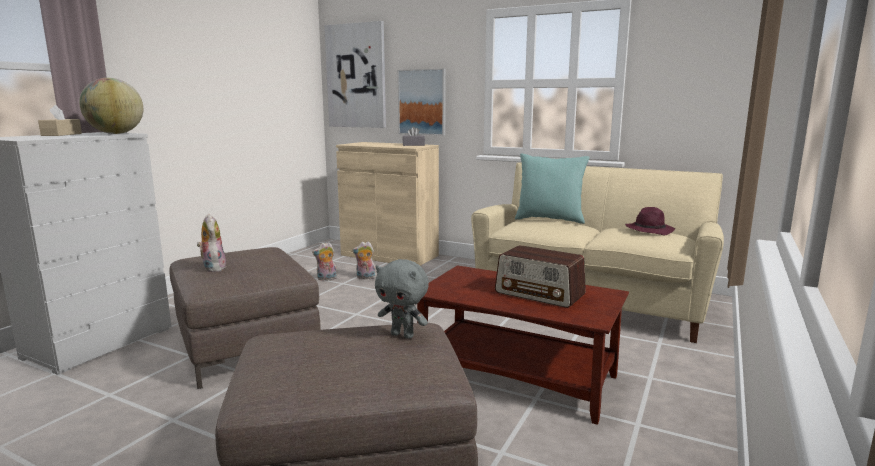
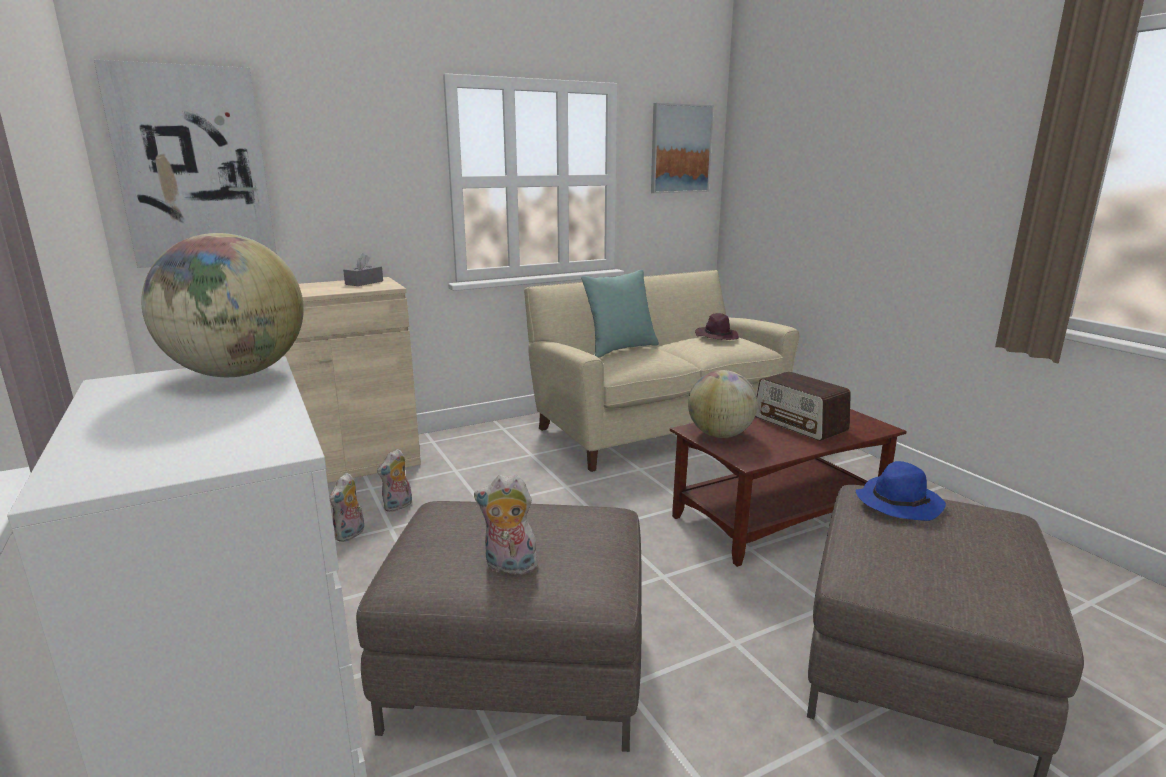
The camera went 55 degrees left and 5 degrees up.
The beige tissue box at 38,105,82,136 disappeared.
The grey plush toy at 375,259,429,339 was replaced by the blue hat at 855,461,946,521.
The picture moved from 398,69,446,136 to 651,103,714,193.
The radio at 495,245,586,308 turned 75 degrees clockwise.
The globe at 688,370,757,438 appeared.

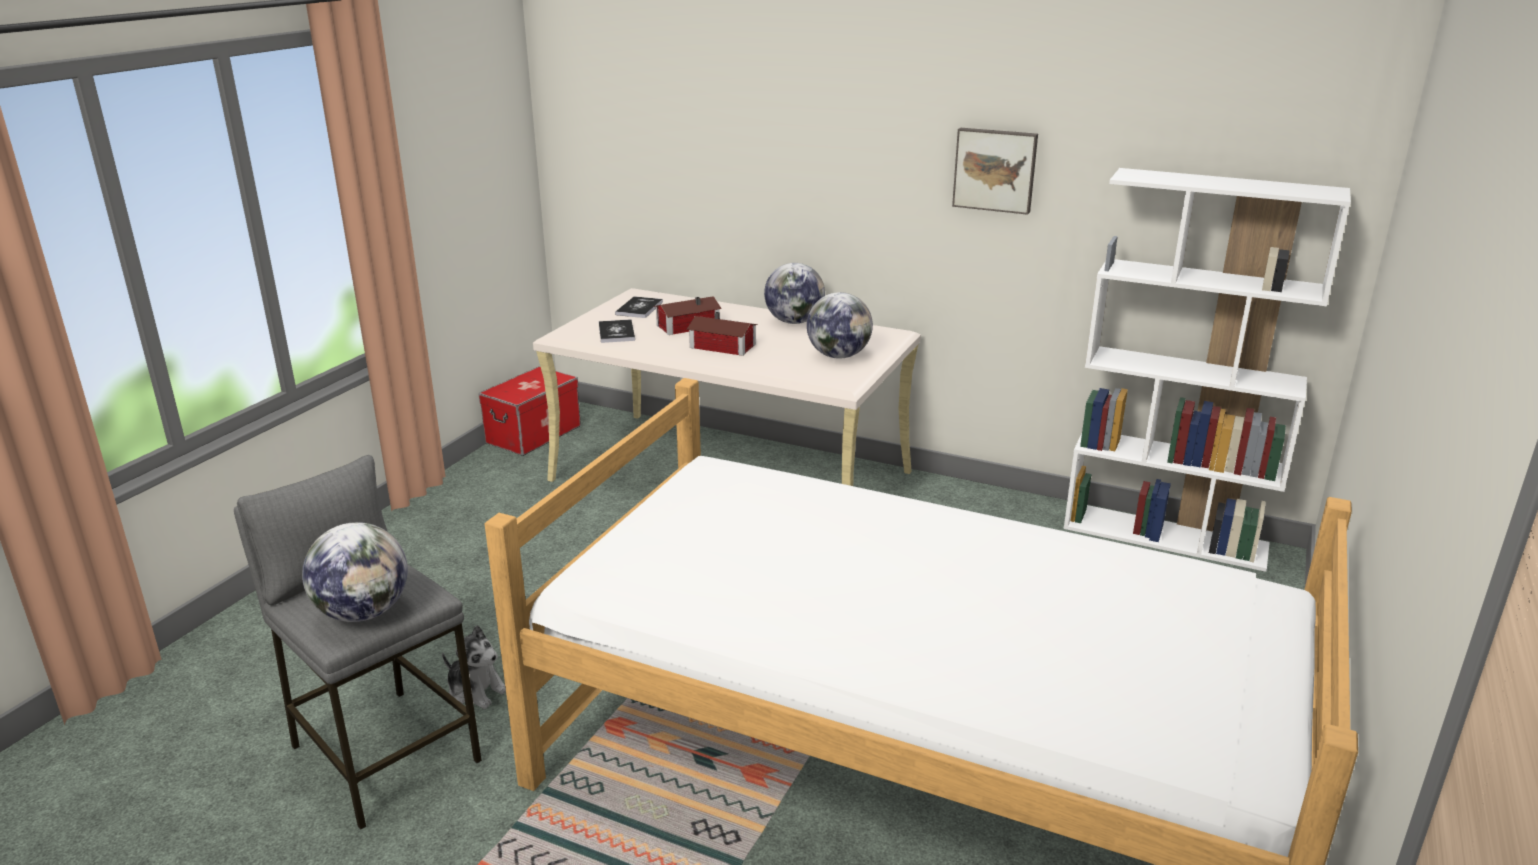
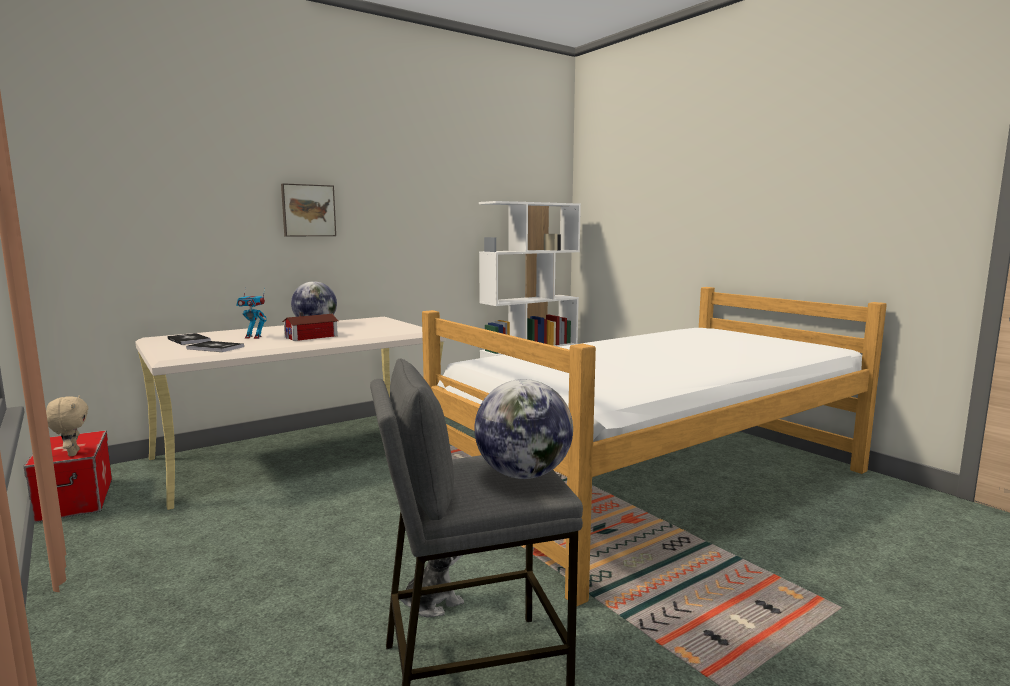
The camera went 60 degrees left and 15 degrees down.
The toy house at 654,296,722,335 was replaced by the toy robot at 236,287,267,339.
The globe at 807,292,873,359 disappeared.
The picture moved from 952,128,1038,215 to 281,183,336,237.
The beige plush toy at 46,396,89,456 appeared.

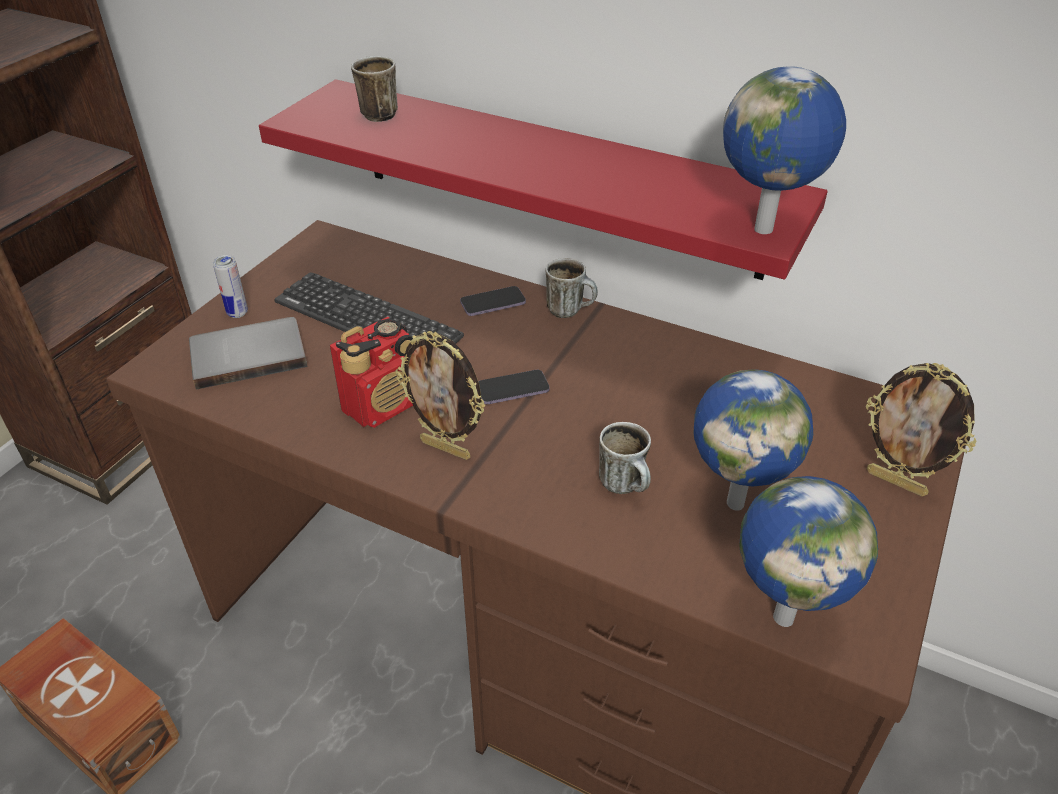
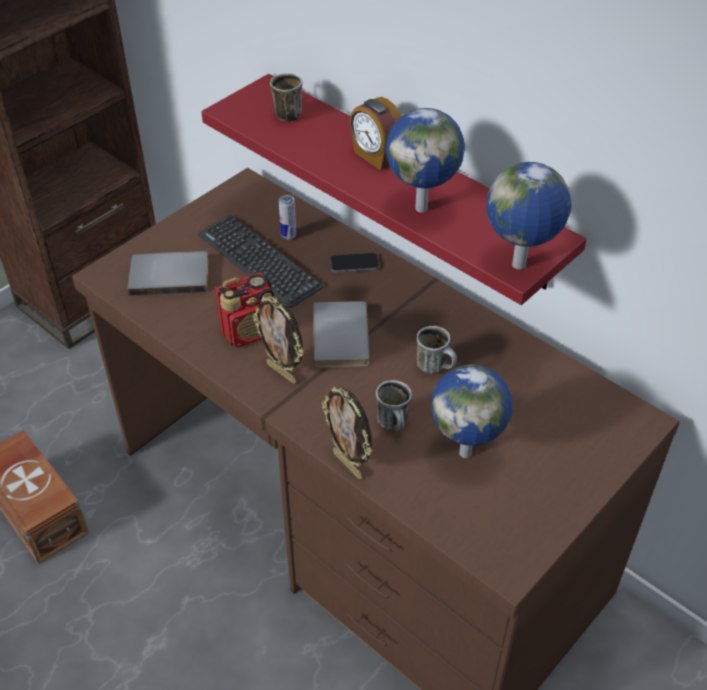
The camera went 15 degrees right and 5 degrees up.
The can moved from 213,255,248,318 to 279,195,296,240.
The phone at 478,370,549,404 was replaced by the grey book at 313,301,369,368.
The mug moved from 546,258,598,318 to 416,326,457,374.
The globe moved from 739,476,878,627 to 386,108,465,213.
The picture frame moved from 866,363,976,496 to 322,387,372,479.
The alarm clock at 350,97,401,170 appeared.

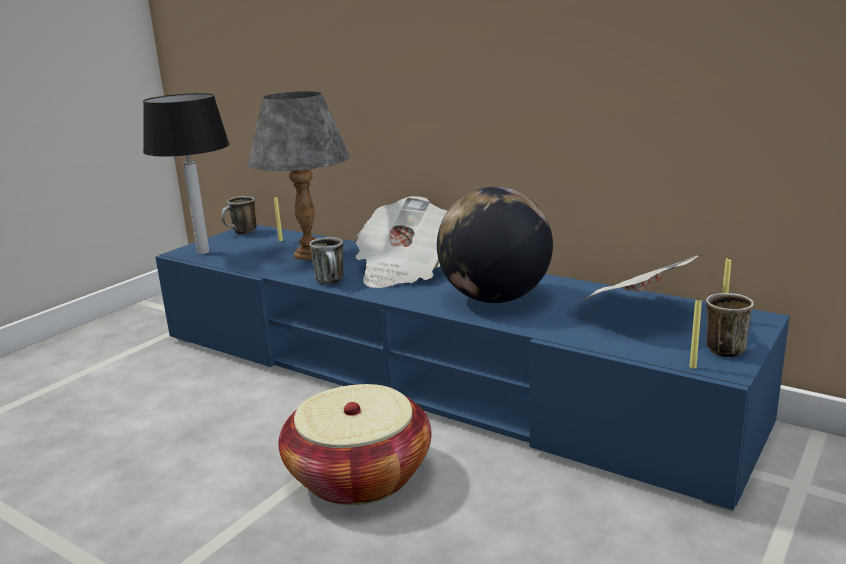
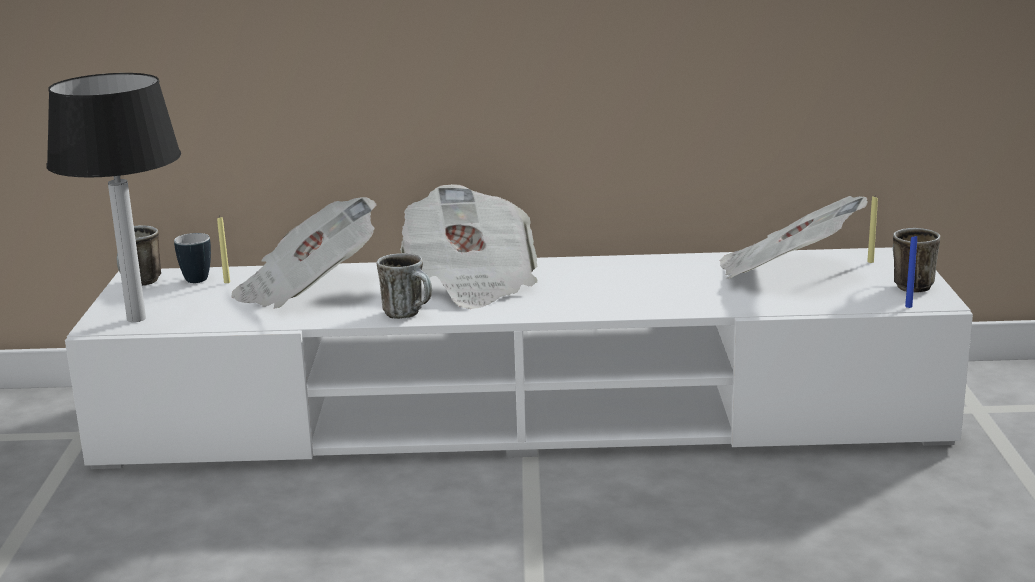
The camera went 35 degrees left and 0 degrees up.
The blue tv stand at 155,225,790,512 became the white tv stand at 65,247,973,469.
The grey table lamp at 248,91,350,260 was replaced by the newspaper at 232,197,377,309.
The basket at 278,384,431,505 disappeared.
The globe at 437,187,553,303 disappeared.
The yellow candle at 689,298,702,369 became the blue candle at 905,234,917,308.
The mug at 174,233,211,283 appeared.

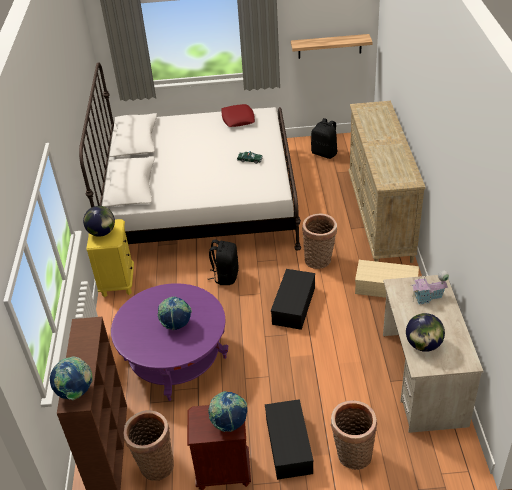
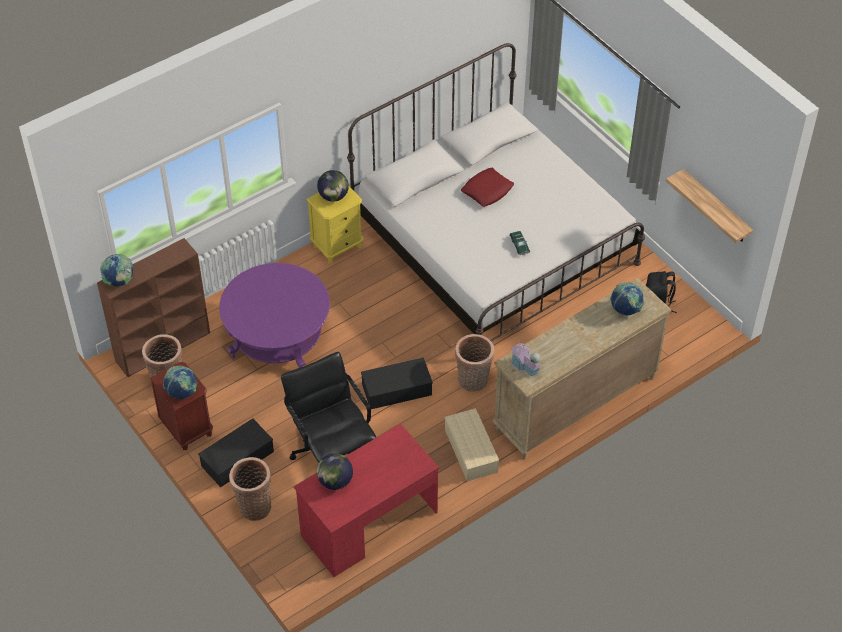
The camera went 55 degrees right and 10 degrees up.
The globe moved from 158,297,192,330 to 610,282,644,315.
The black backpack at 207,239,239,285 disappeared.
The red pillow moved from 221,104,255,127 to 461,167,514,207.
The beige desk at 383,275,484,433 became the red desk at 294,423,439,577.
The toy house moved from 411,270,449,305 to 511,342,542,377.
The black office chair at 281,352,376,463 appeared.

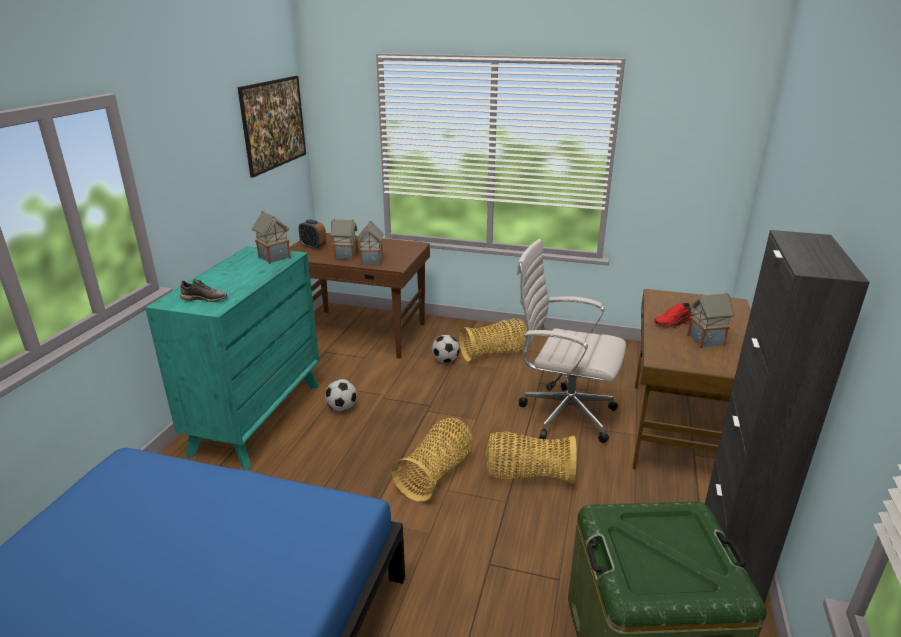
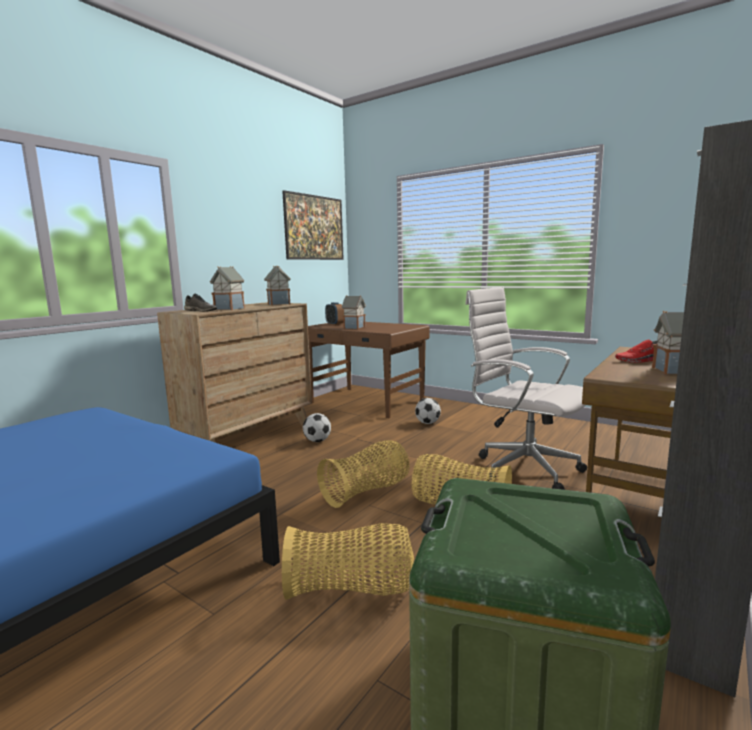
The camera went 20 degrees right and 15 degrees down.
The turquoise dresser at 145,246,319,470 became the brown dresser at 157,302,312,443.
The toy house moved from 357,221,383,266 to 210,266,245,310.
The basket moved from 459,318,527,361 to 282,523,414,600.

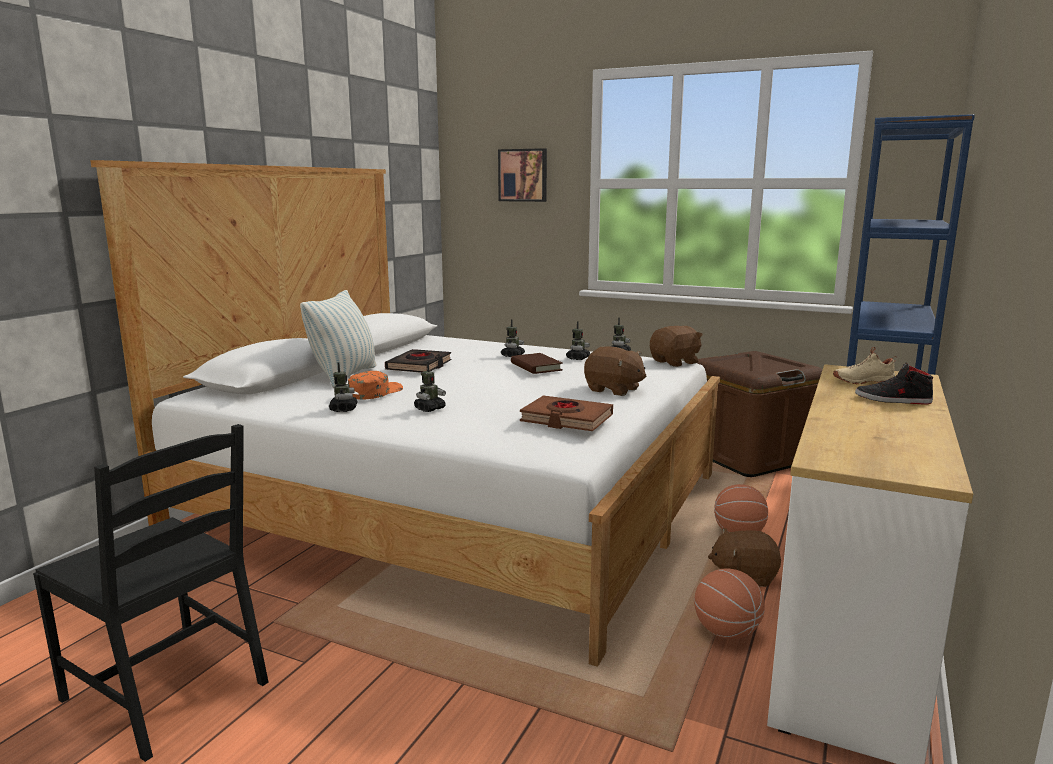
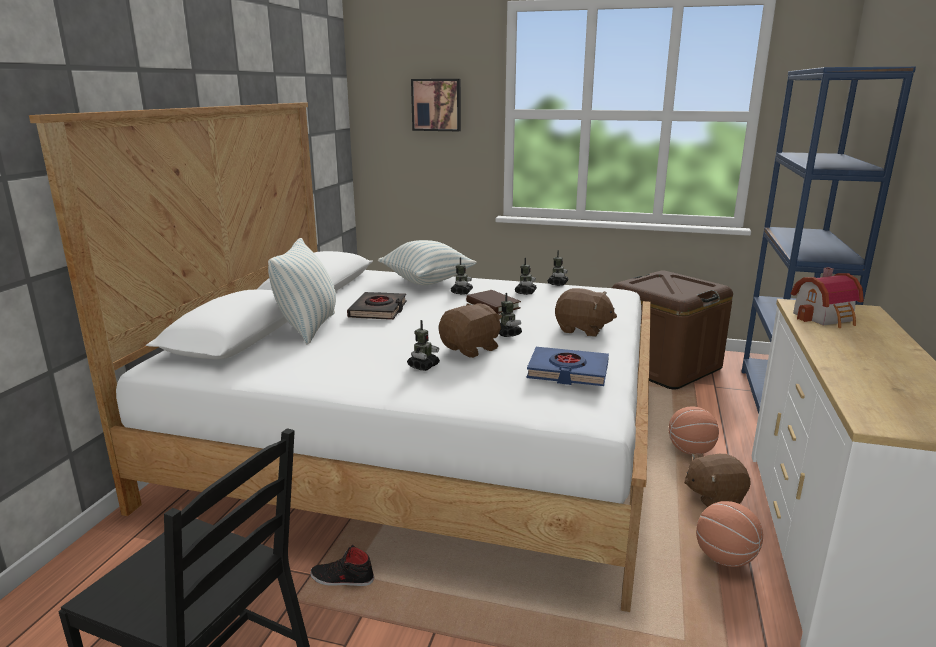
The camera went 10 degrees left and 5 degrees up.
The toy robot moved from 329,362,358,412 to 499,293,522,337.
The orange cap at 348,371,403,399 disappeared.
The brown book at 520,395,613,431 became the blue book at 527,347,609,386.
The brown plush toy moved from 650,326,703,367 to 439,303,502,358.
The beige shoe at 833,347,896,384 was replaced by the toy house at 791,267,864,328.
The black shoe moved from 855,363,933,404 to 311,545,374,586.
The pillow at 378,240,477,285 appeared.

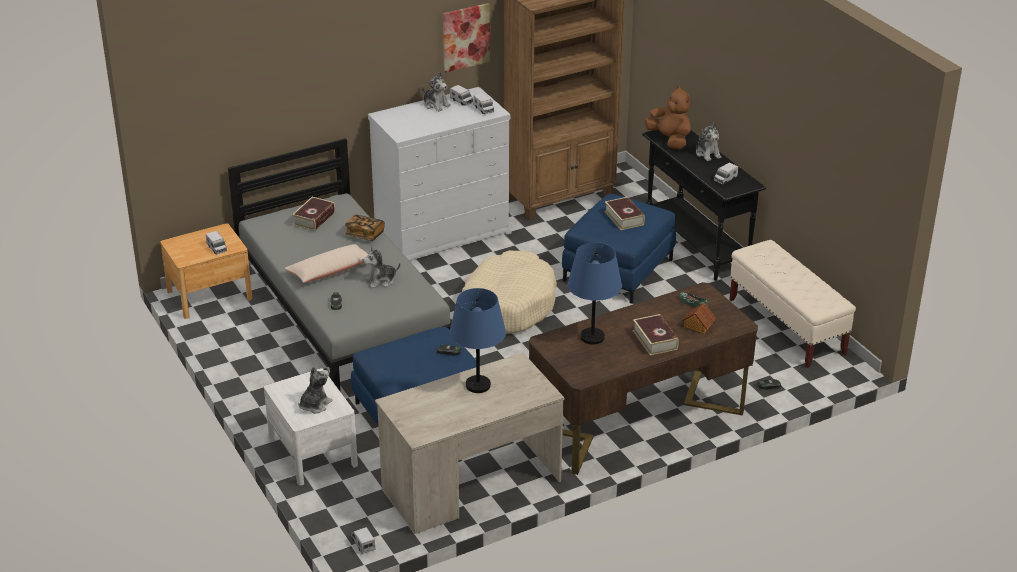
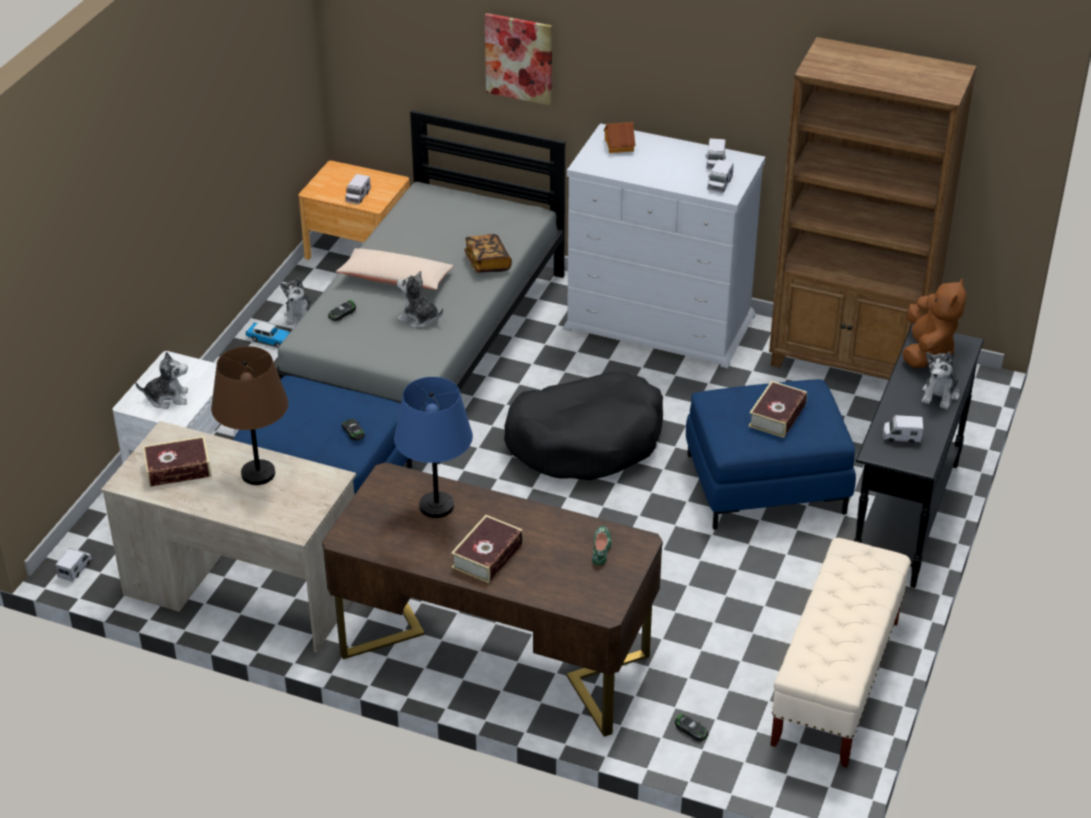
The camera went 50 degrees right and 5 degrees up.
The book moved from 292,197,335,231 to 143,436,211,487.
The plush toy moved from 422,72,451,112 to 280,278,312,325.
The picture moved from 443,3,490,72 to 485,13,552,105.
The blue table lamp at 449,288,506,393 became the brown table lamp at 211,346,288,485.
The beige dog bed at 462,250,557,334 became the black dog bed at 504,372,663,480.
The toy house moved from 681,303,716,334 to 604,122,636,153.
The toy car at 245,322,290,348 appeared.

